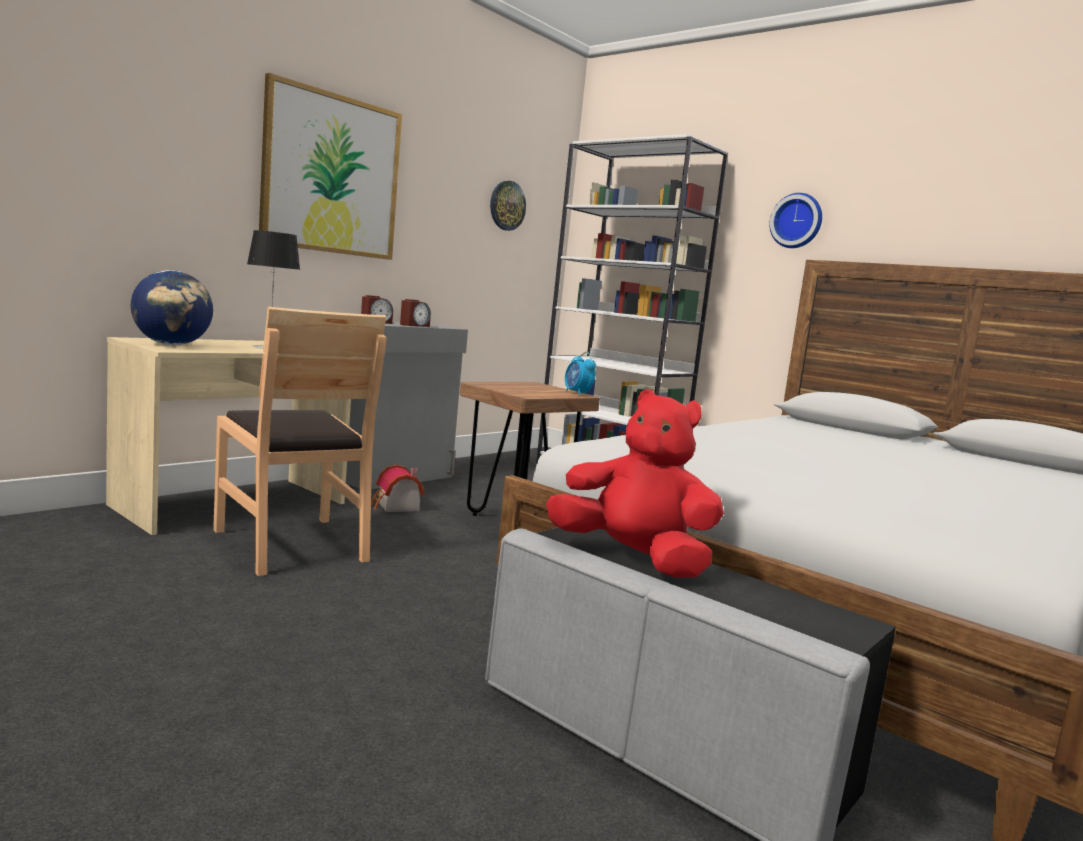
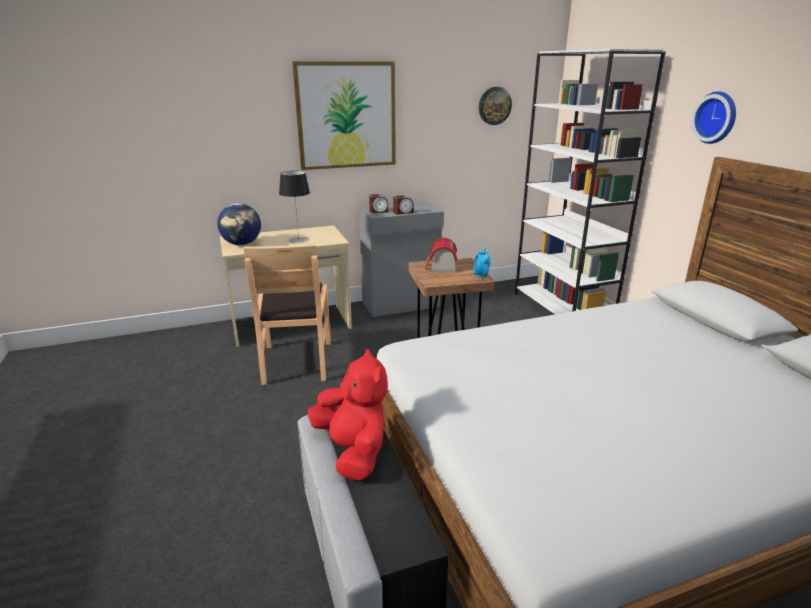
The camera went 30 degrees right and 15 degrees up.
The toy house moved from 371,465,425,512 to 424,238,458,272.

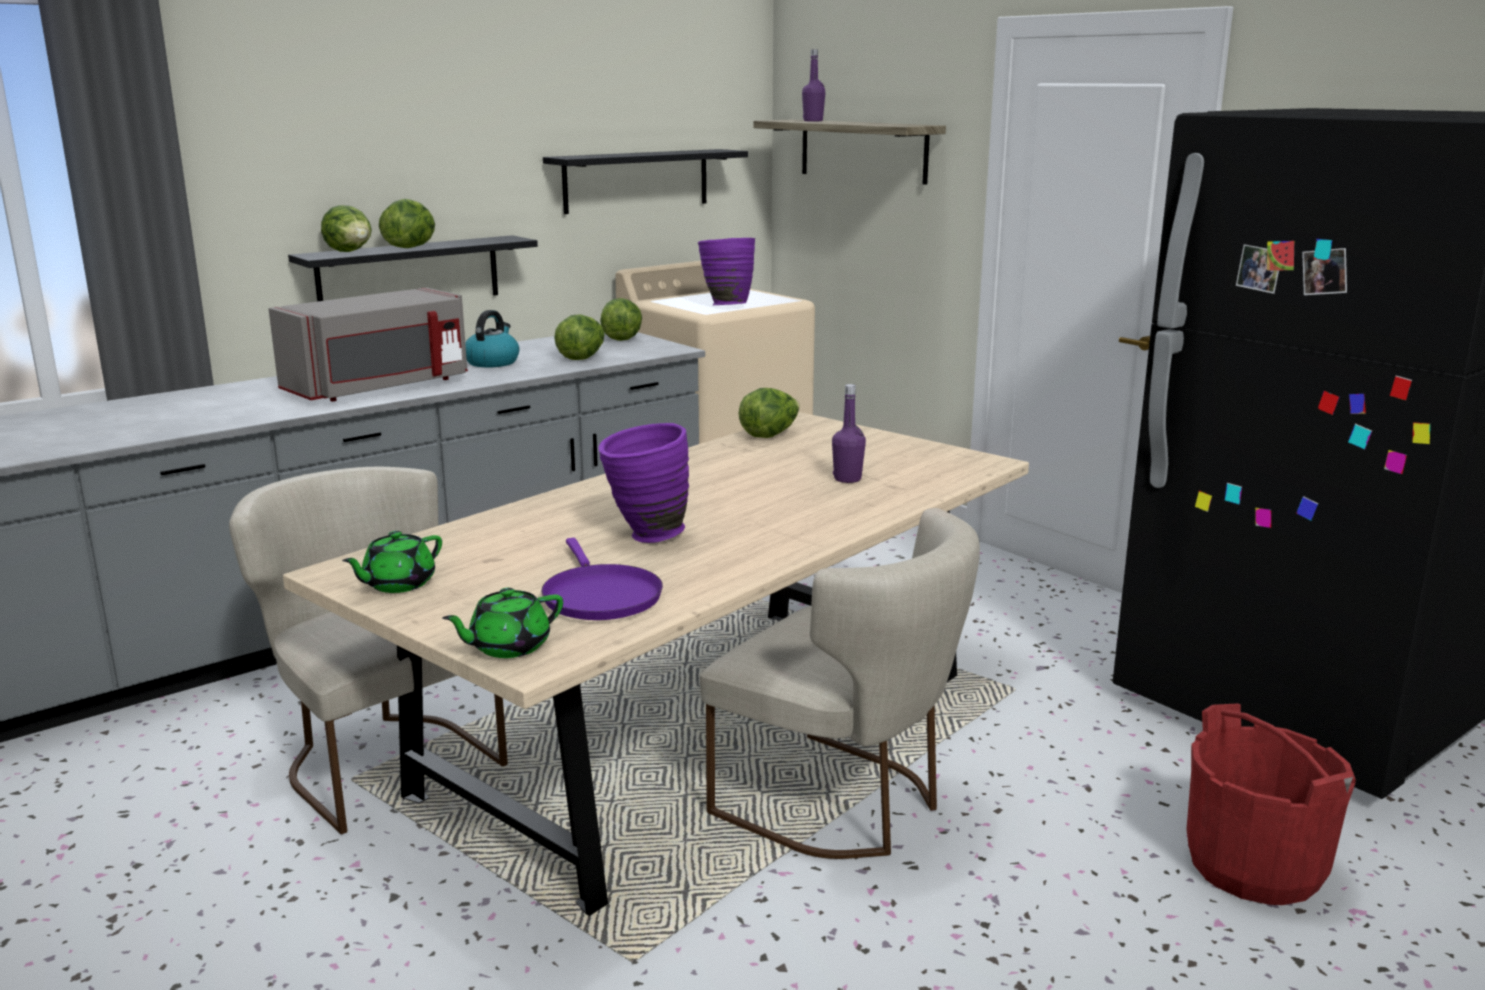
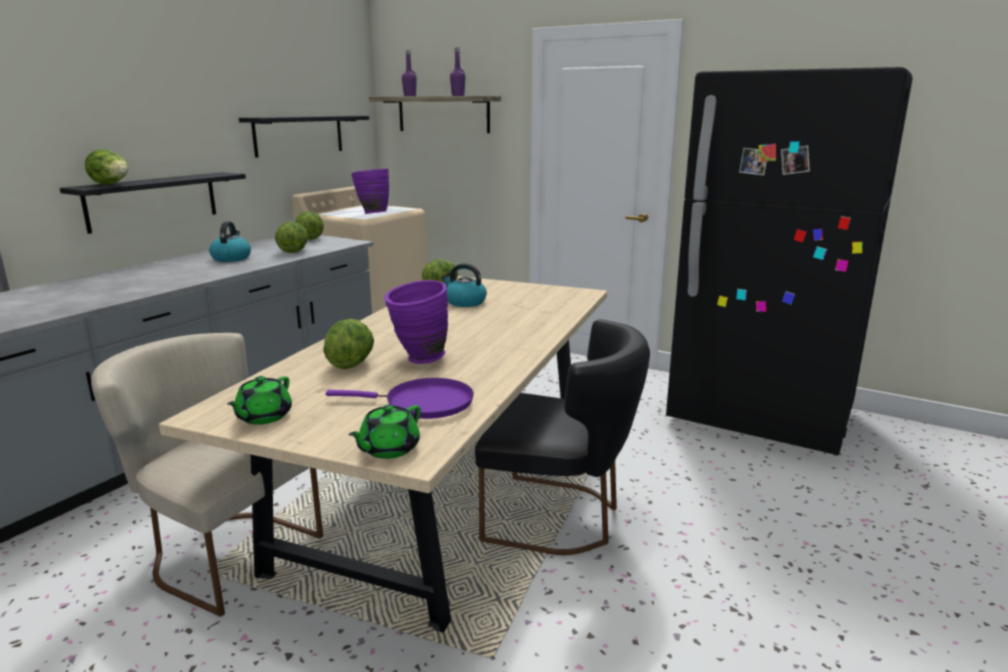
The camera went 20 degrees left and 0 degrees up.
The grey microwave at 268,287,468,401 disappeared.
The lettuce moved from 379,199,435,248 to 323,319,374,369.
The purple frying pan at 541,538,663,620 turned 45 degrees counterclockwise.
The beige chair at 700,508,980,859 became the black chair at 475,319,650,555.
The purple bottle moved from 832,384,866,483 to 450,47,465,96.
The red bucket at 1187,703,1356,905 disappeared.
The kettle at 442,263,487,307 appeared.

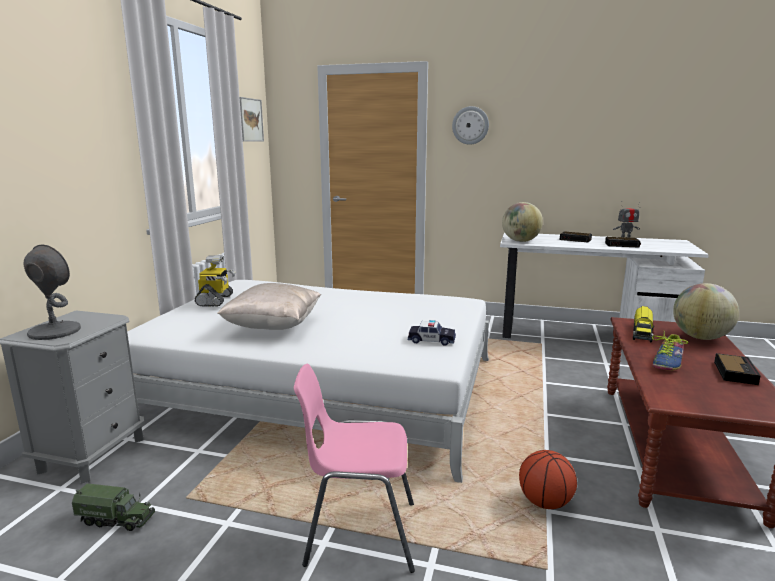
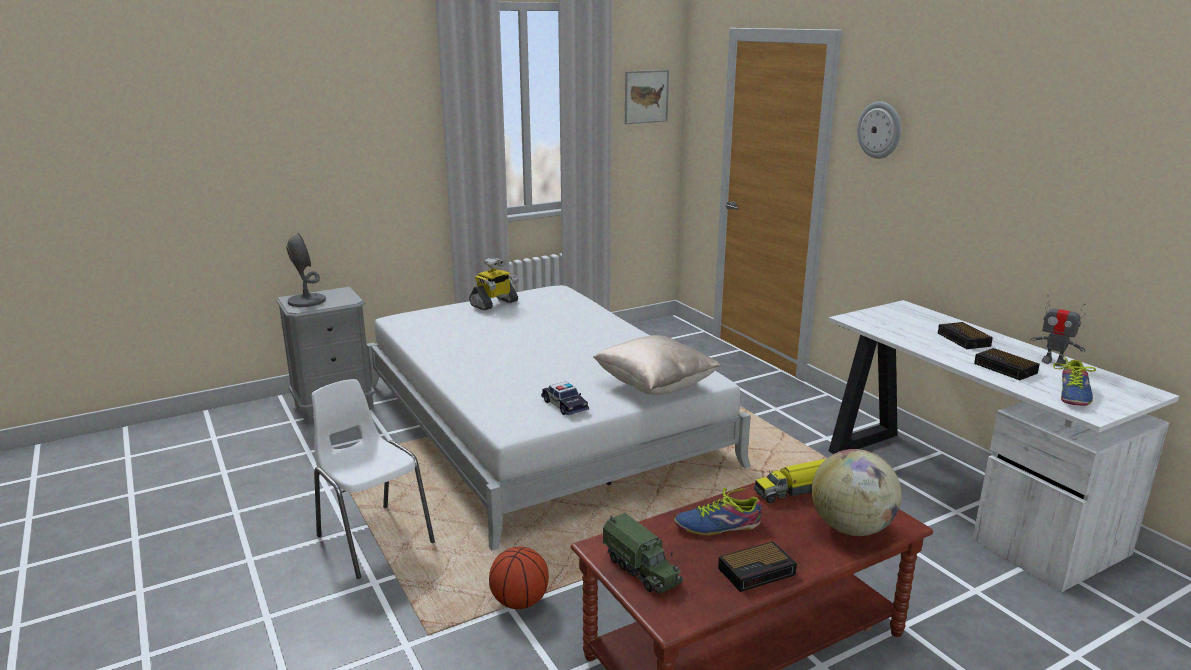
The camera went 45 degrees right and 5 degrees up.
The toy truck moved from 72,483,155,531 to 603,513,683,593.
The beige pillow moved from 217,283,321,330 to 593,335,721,395.
The pink chair at 294,364,415,573 became the white chair at 312,379,435,579.
The globe at 502,202,543,242 disappeared.
The shoe at 1053,355,1096,406 appeared.

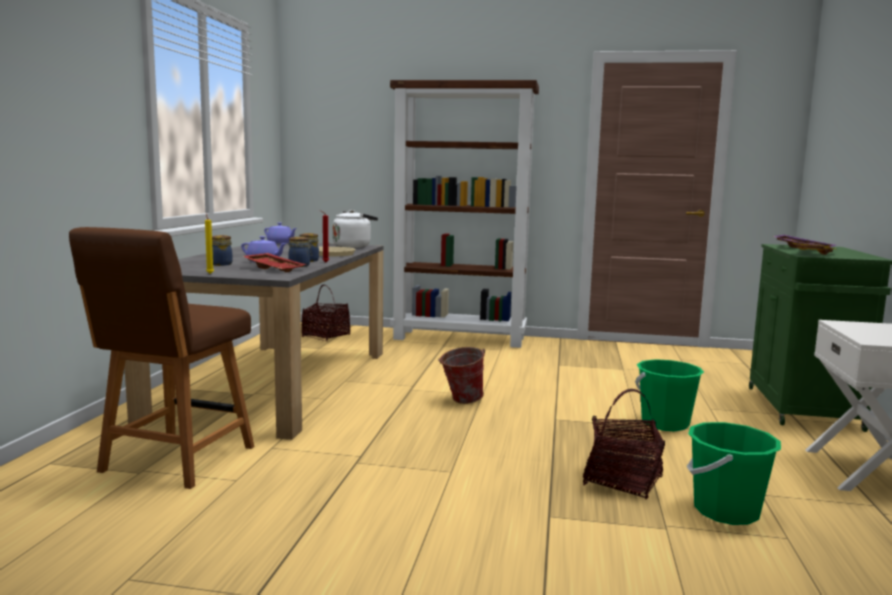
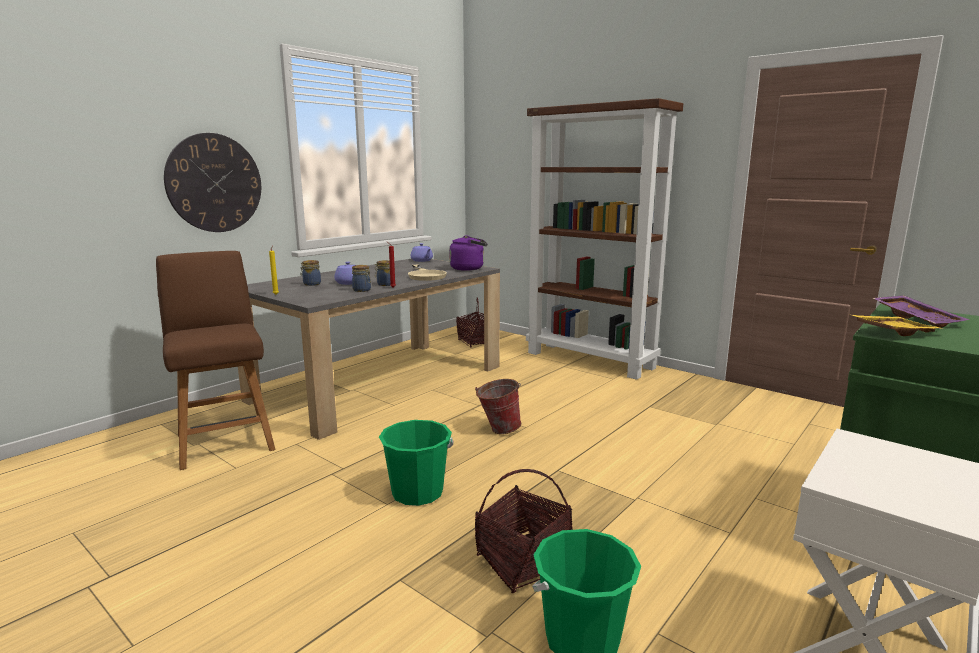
The camera went 30 degrees right and 5 degrees up.
The brown chair at 69,227,254,489 turned 105 degrees clockwise.
The red tray at 243,253,307,272 disappeared.
The white kettle at 333,210,378,248 became the purple kettle at 449,235,488,271.
The green bucket moved from 635,359,704,431 to 379,420,453,506.
The wall clock at 164,133,261,232 appeared.

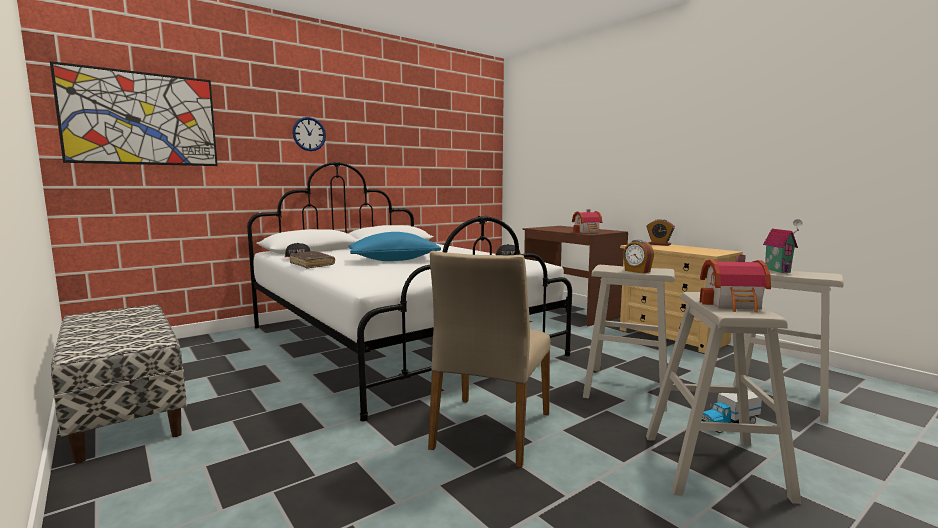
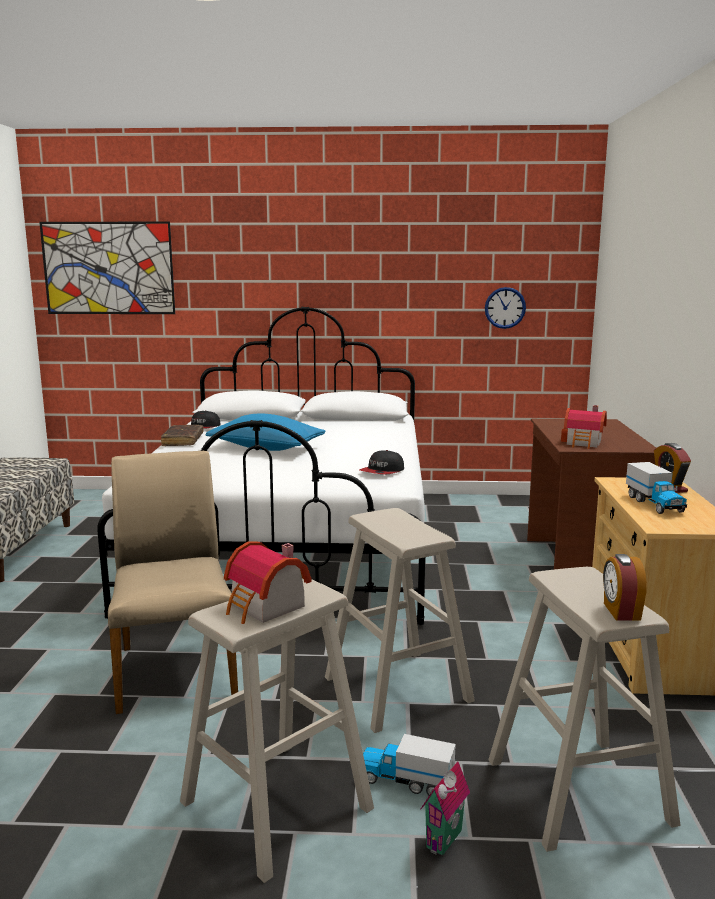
The camera went 40 degrees right and 5 degrees up.
The wall clock moved from 292,117,326,151 to 485,287,526,329.
The beige chair at 428,251,551,468 turned 105 degrees clockwise.
The alarm clock moved from 623,240,654,274 to 603,554,647,621.
The toy house moved from 763,219,803,273 to 421,762,470,856.
The toy truck at 626,462,687,514 appeared.

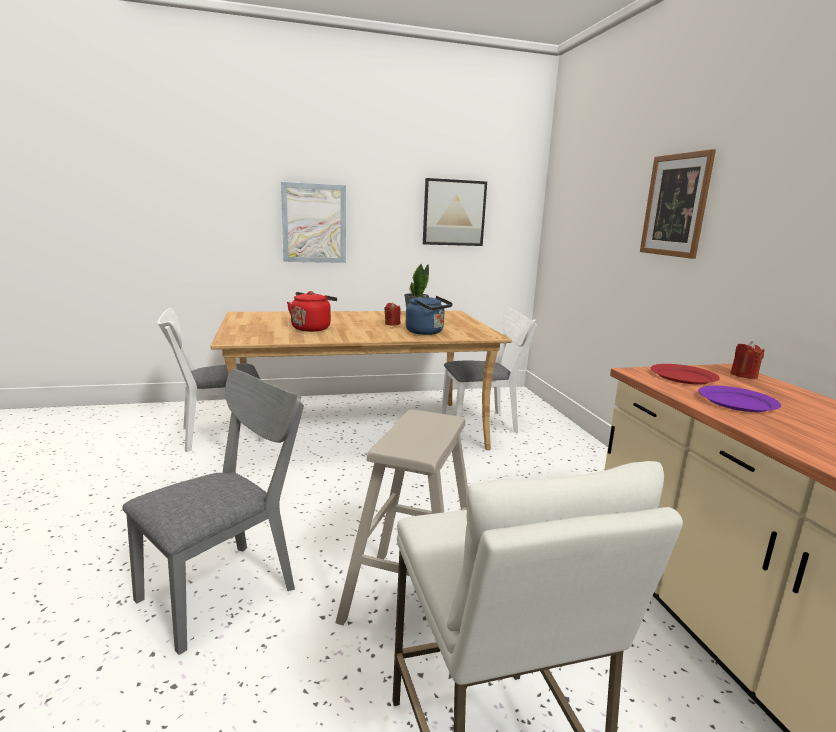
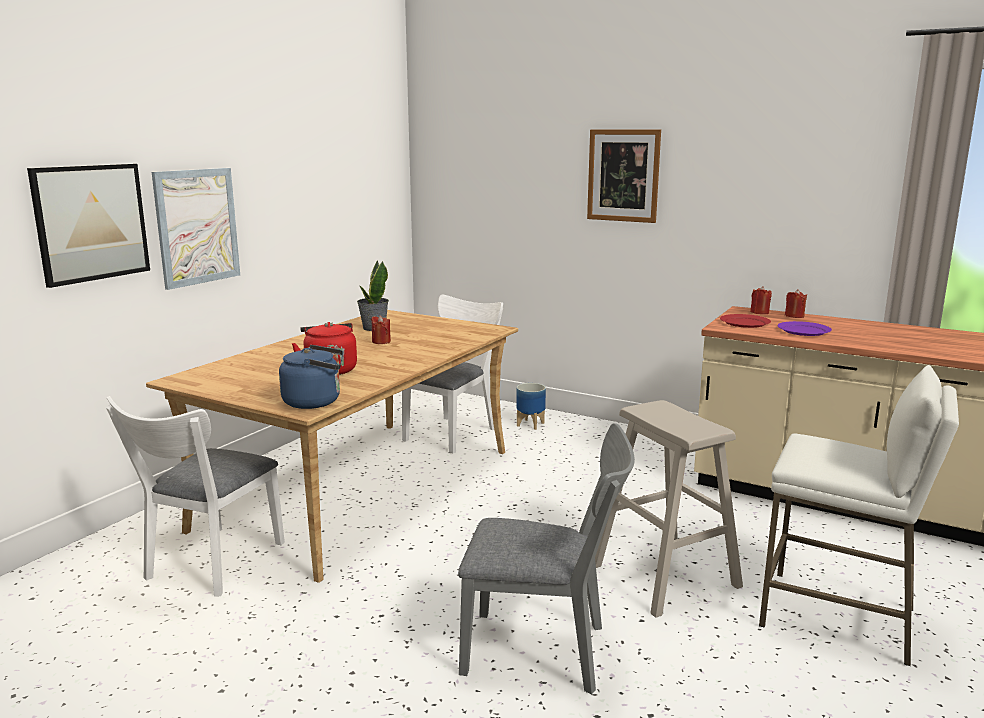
The camera went 45 degrees left and 0 degrees up.
The grey chair at 122,369,304,655 turned 105 degrees clockwise.
The blue kettle moved from 406,295,453,335 to 279,345,343,409.
The picture moved from 423,178,487,246 to 27,164,150,288.
The planter at 516,383,546,430 appeared.
The red candle at 785,289,807,318 appeared.

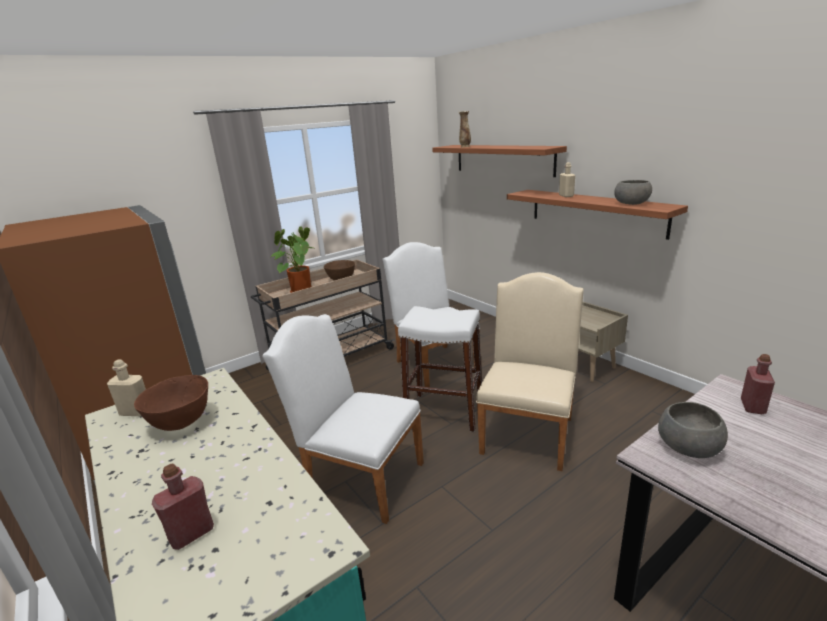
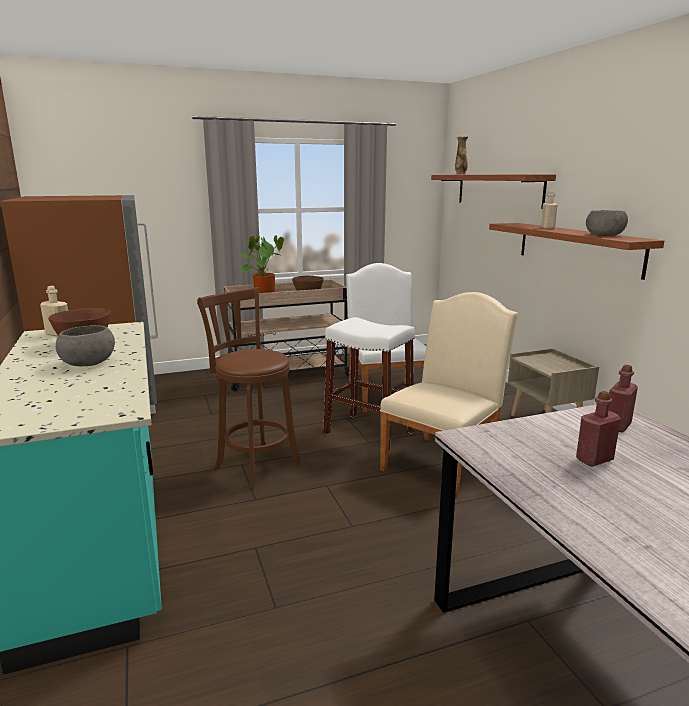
The camera went 15 degrees right and 5 degrees down.
The red bottle moved from 152,464,214,550 to 576,391,621,467.
The white chair at 262,314,424,524 was replaced by the brown stool at 197,287,301,488.
The grey bowl moved from 658,402,728,458 to 56,325,115,366.

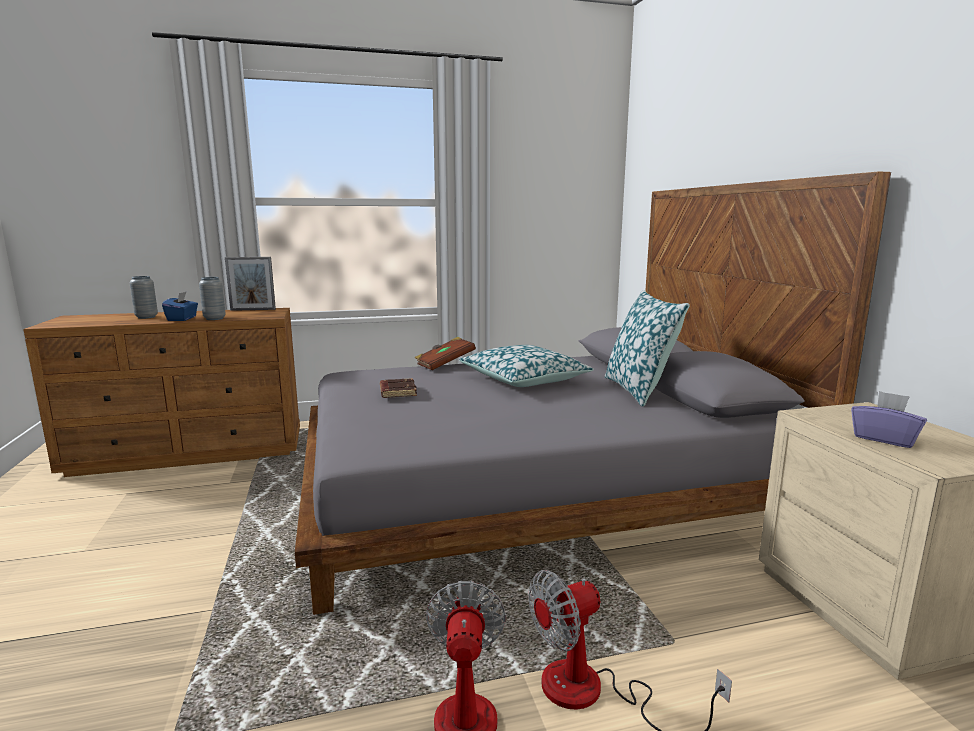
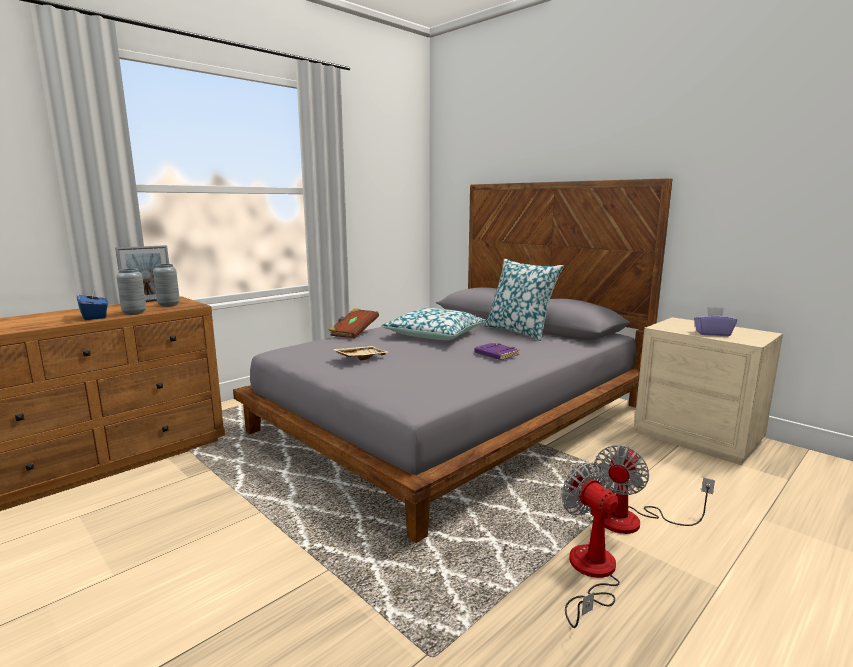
The camera went 30 degrees left and 0 degrees up.
The grey vase moved from 130,276,158,319 to 153,264,180,307.
The brown book at 380,378,417,398 was replaced by the beige tray at 333,346,390,360.
The purple book at 475,343,520,360 appeared.

